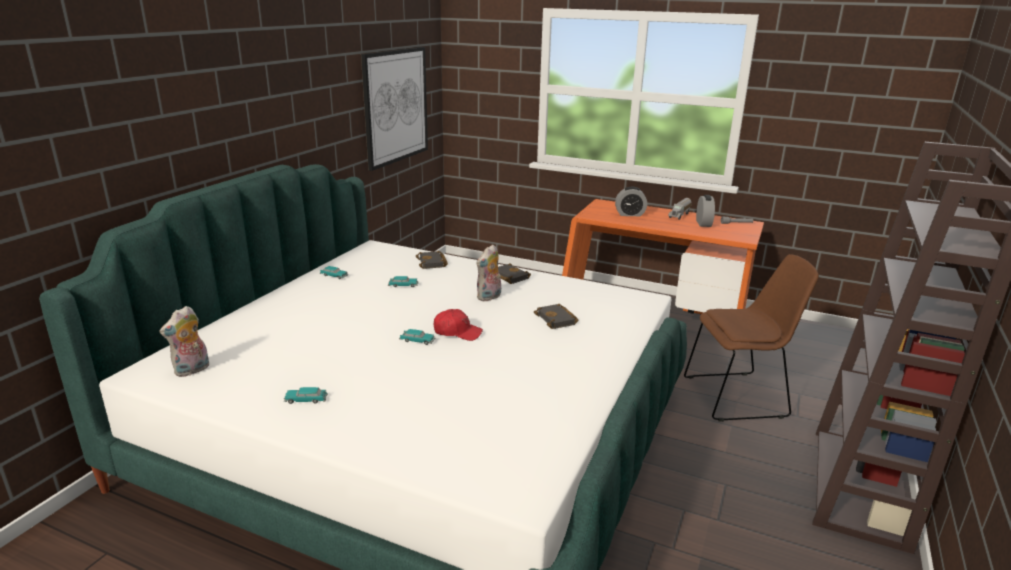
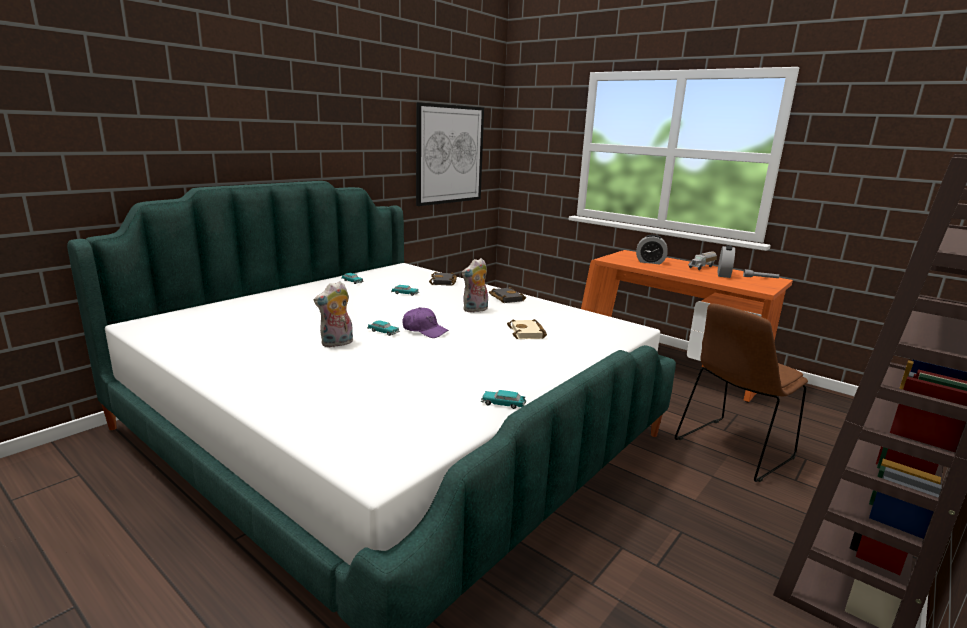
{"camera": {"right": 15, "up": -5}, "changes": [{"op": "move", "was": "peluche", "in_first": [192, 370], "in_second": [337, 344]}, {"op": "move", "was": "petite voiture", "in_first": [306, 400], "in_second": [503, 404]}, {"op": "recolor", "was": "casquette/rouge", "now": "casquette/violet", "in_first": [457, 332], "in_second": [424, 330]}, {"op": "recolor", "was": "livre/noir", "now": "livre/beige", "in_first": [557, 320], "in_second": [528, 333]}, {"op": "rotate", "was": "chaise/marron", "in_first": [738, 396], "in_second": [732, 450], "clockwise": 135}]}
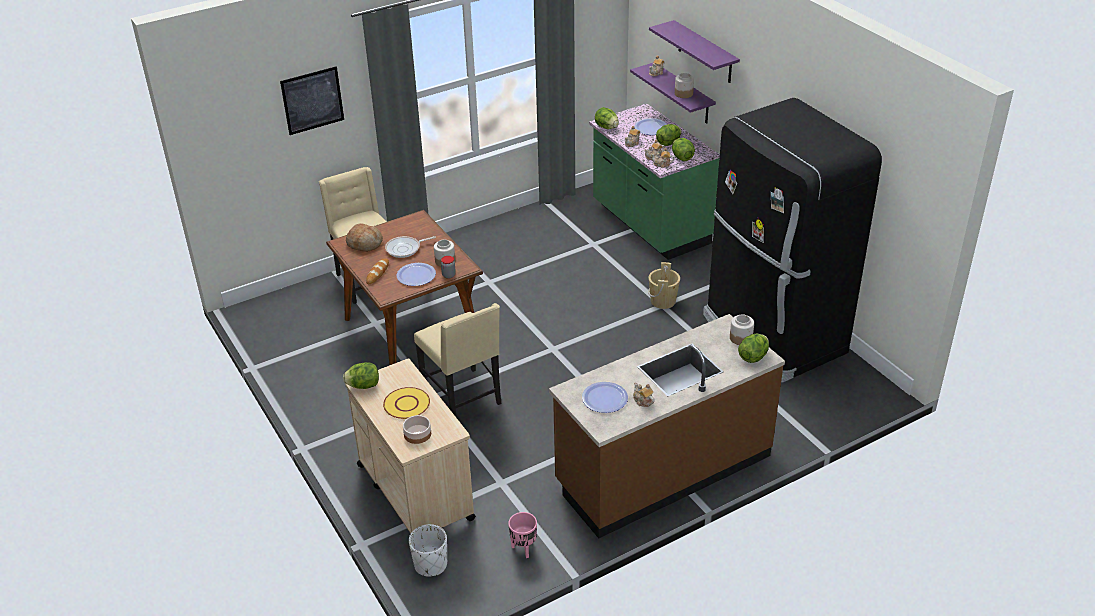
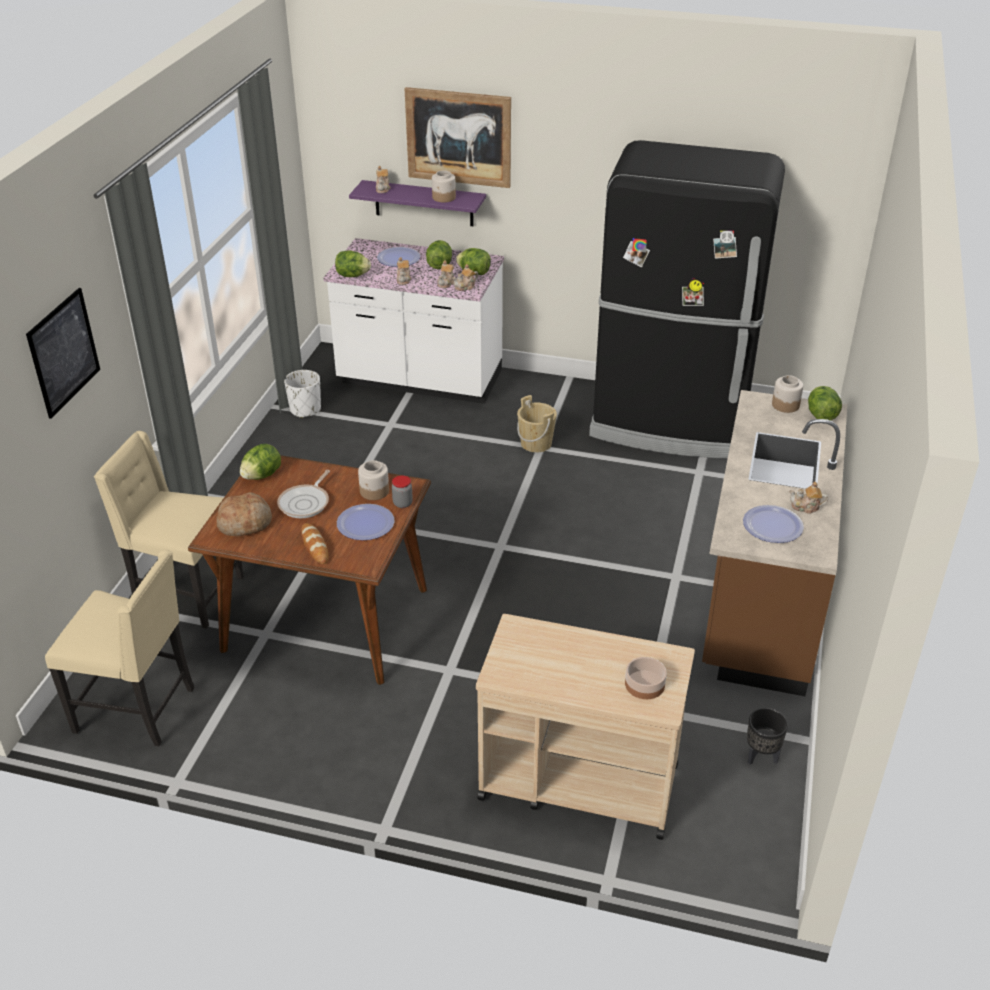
{"camera": {"right": -45, "up": 0}, "changes": [{"op": "move", "was": "laitue", "in_first": [363, 385], "in_second": [262, 475]}, {"op": "delete", "was": "assiette/jaune", "in_first": [407, 404]}, {"op": "move", "was": "cache-pot/blanc", "in_first": [431, 564], "in_second": [305, 409]}, {"op": "move", "was": "chaise/beige", "in_first": [464, 397], "in_second": [138, 709]}, {"op": "recolor", "was": "cache-pot/rose", "now": "cache-pot/noir", "in_first": [524, 549], "in_second": [761, 757]}, {"op": "recolor", "was": "comptoir de cuisine/vert", "now": "comptoir de cuisine/blanc", "in_first": [649, 225], "in_second": [420, 380]}, {"op": "replace", "was": "étagère/violet", "now": "tableau", "in_first": [705, 52], "in_second": [458, 137]}]}
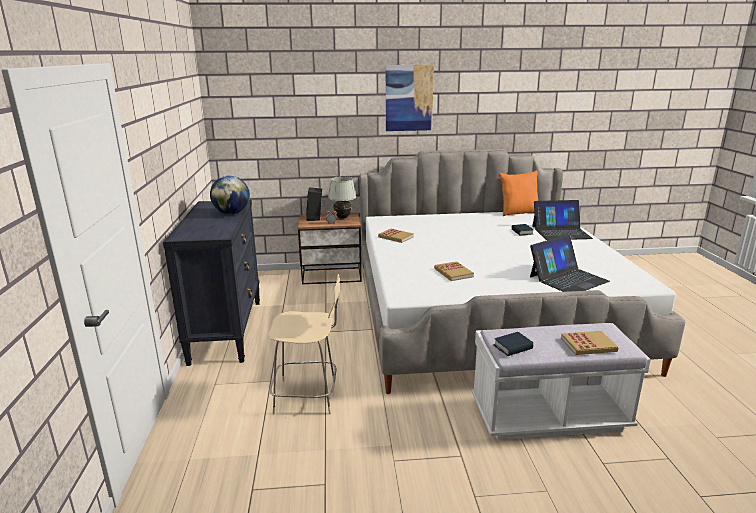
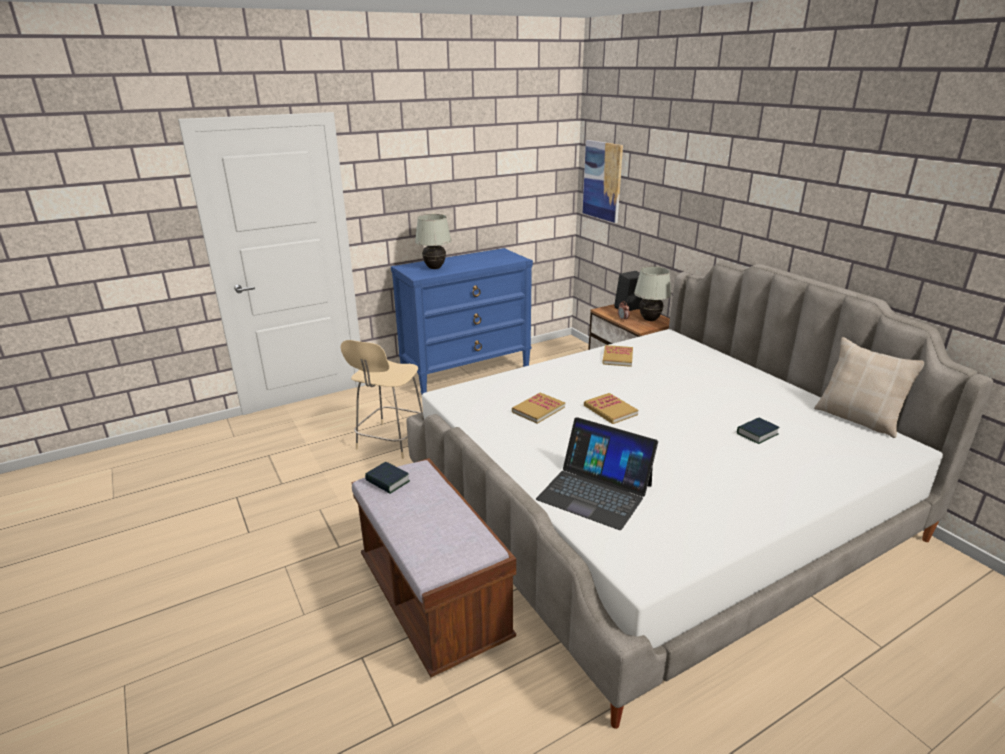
{"camera": {"right": 65, "up": 5}, "changes": [{"op": "recolor", "was": "commode/noir", "now": "commode/bleu", "in_first": [226, 330], "in_second": [467, 373]}, {"op": "delete", "was": "globe", "in_first": [232, 213]}, {"op": "rotate", "was": "chaise/beige", "in_first": [308, 396], "in_second": [390, 442], "clockwise": 45}, {"op": "move", "was": "tableau", "in_first": [409, 98], "in_second": [602, 181]}, {"op": "recolor", "was": "banc/blanc", "now": "banc/marron", "in_first": [549, 416], "in_second": [433, 601]}, {"op": "recolor", "was": "coussin/orange", "now": "coussin/beige", "in_first": [518, 212], "in_second": [858, 419]}, {"op": "delete", "was": "ordinateur portable", "in_first": [561, 232]}, {"op": "move", "was": "livre", "in_first": [588, 345], "in_second": [610, 410]}, {"op": "insert", "now": "lampe de table/blanc", "in_second": [434, 268]}]}
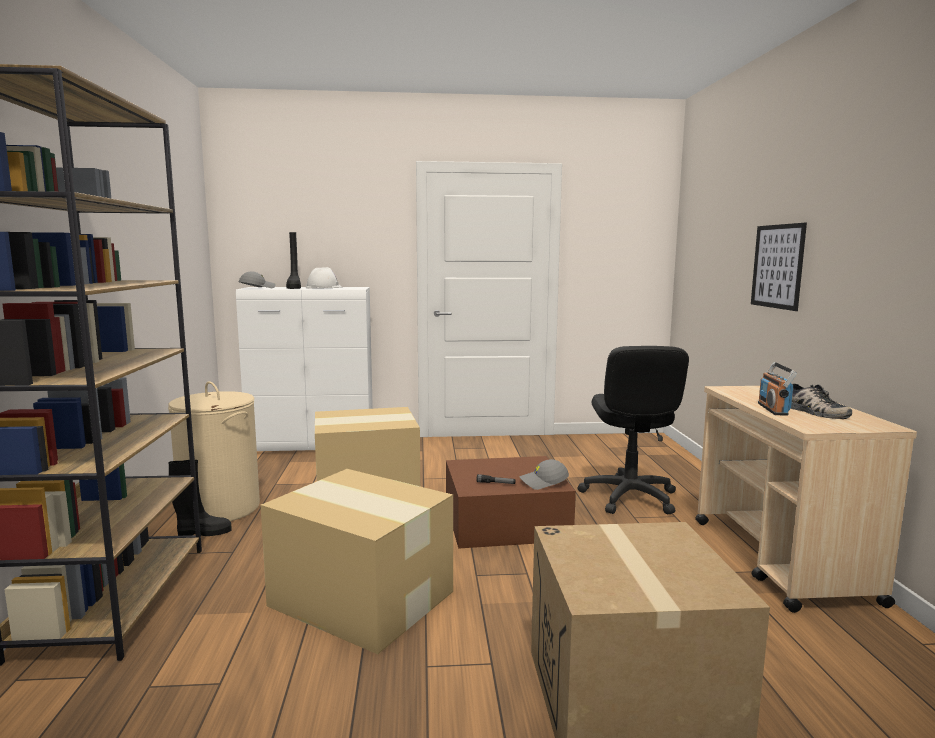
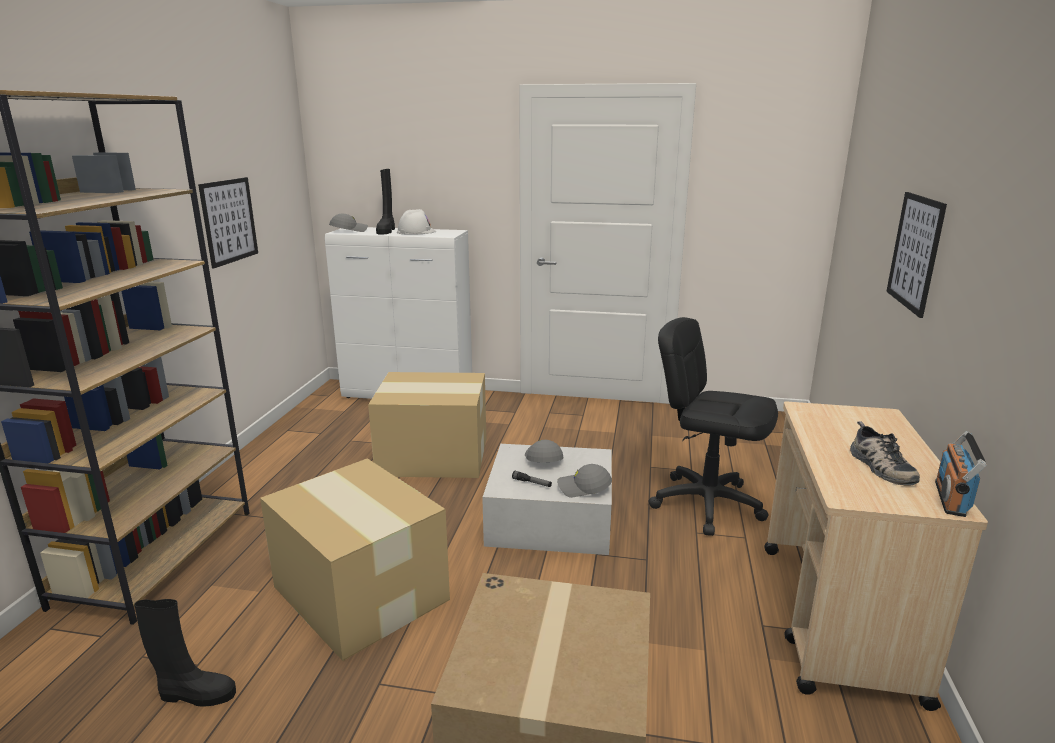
{"camera": {"right": 15, "up": 10}, "changes": [{"op": "delete", "was": "panier à linge/beige", "in_first": [220, 508]}, {"op": "move", "was": "botte/noir", "in_first": [203, 532], "in_second": [195, 694]}, {"op": "recolor", "was": "boîte de rangement/marron", "now": "boîte de rangement/blanc", "in_first": [505, 521], "in_second": [550, 518]}, {"op": "rotate", "was": "chaise de bureau/noir", "in_first": [629, 497], "in_second": [706, 503], "clockwise": 105}, {"op": "move", "was": "radio", "in_first": [773, 409], "in_second": [951, 498]}, {"op": "insert", "now": "tableau", "in_second": [229, 221]}, {"op": "insert", "now": "casquette/gris", "in_second": [543, 458]}]}
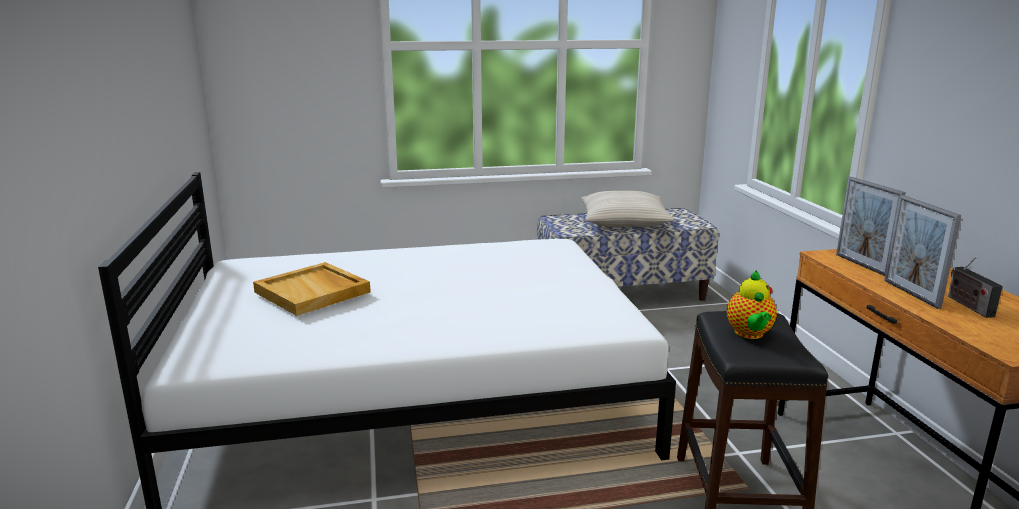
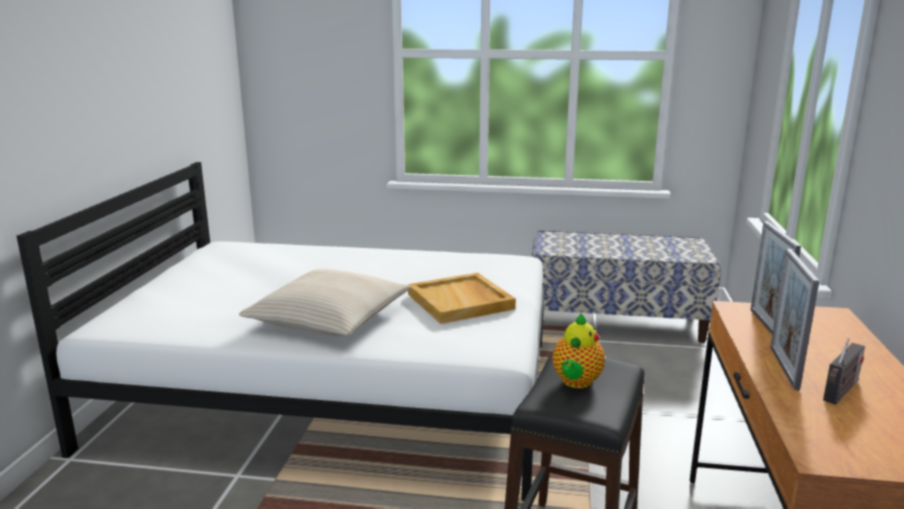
{"camera": {"right": 20, "up": 0}, "changes": [{"op": "move", "was": "plateau/beige", "in_first": [313, 292], "in_second": [461, 301]}, {"op": "move", "was": "coussin/beige", "in_first": [624, 221], "in_second": [329, 318]}, {"op": "rotate", "was": "radio", "in_first": [967, 305], "in_second": [840, 392], "clockwise": -150}]}
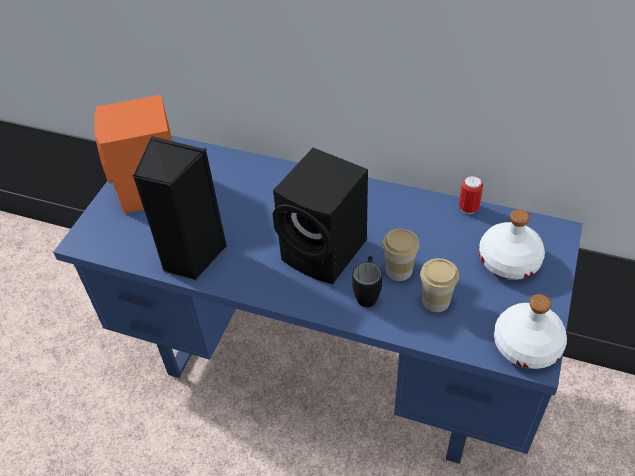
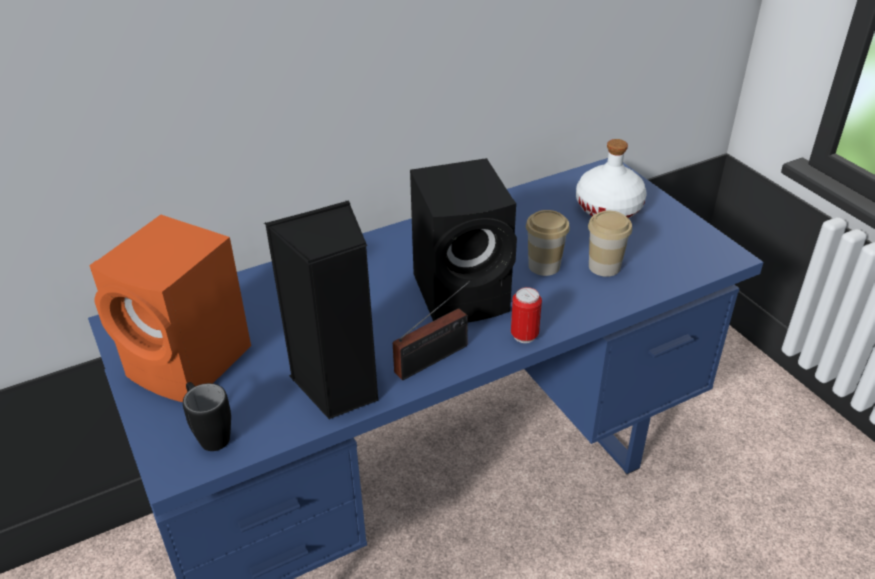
{"camera": {"right": -50, "up": -10}, "changes": [{"op": "move", "was": "mug/noir", "in_first": [367, 293], "in_second": [210, 434]}, {"op": "move", "was": "boîte métallique", "in_first": [468, 208], "in_second": [524, 335]}, {"op": "delete", "was": "bouteille/blanc", "in_first": [527, 346]}, {"op": "insert", "now": "radio", "in_second": [436, 358]}]}
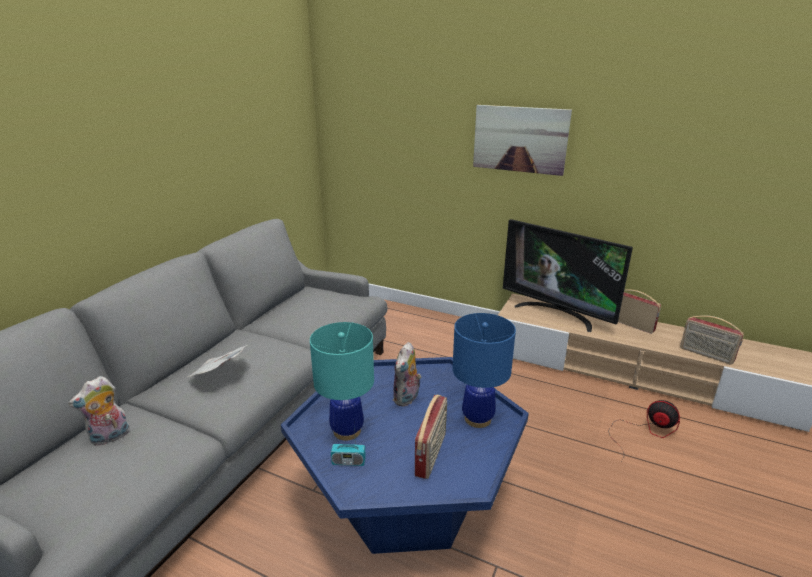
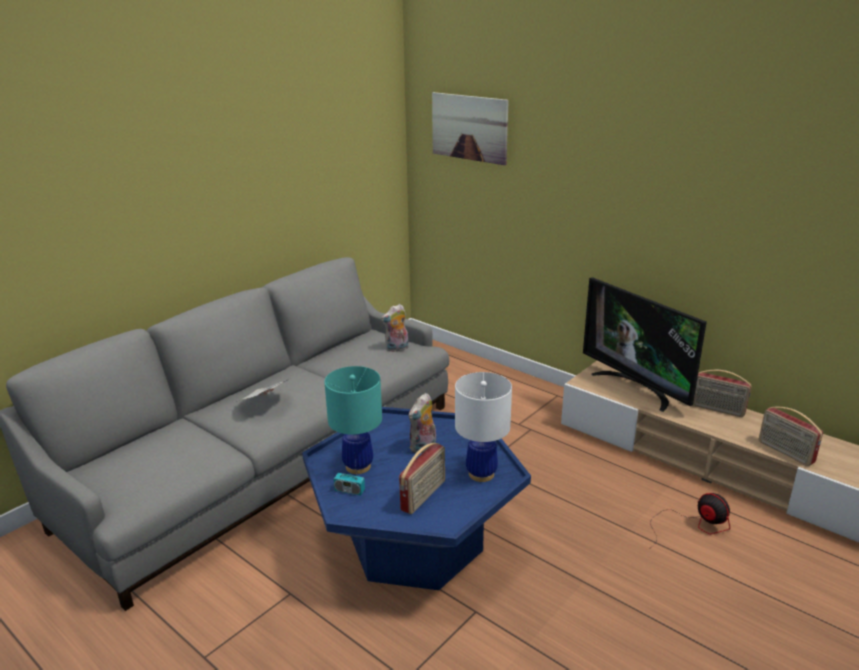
{"camera": {"right": 15, "up": 0}, "changes": [{"op": "move", "was": "peluche", "in_first": [110, 438], "in_second": [397, 349]}, {"op": "recolor", "was": "lampe de table/bleu", "now": "lampe de table/blanc", "in_first": [477, 419], "in_second": [481, 474]}, {"op": "move", "was": "tableau", "in_first": [520, 139], "in_second": [469, 127]}, {"op": "rotate", "was": "radio", "in_first": [631, 324], "in_second": [717, 409], "clockwise": 150}]}
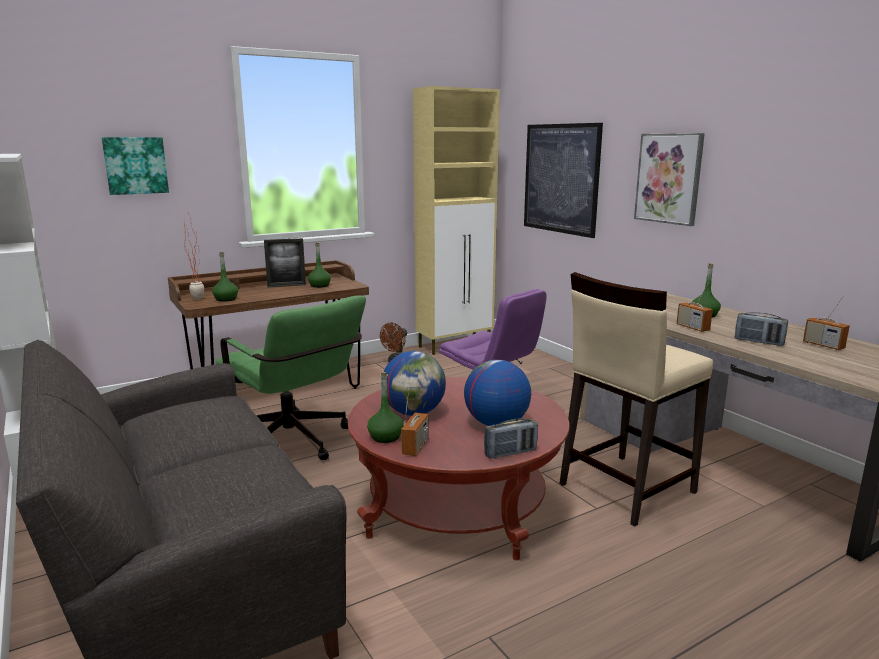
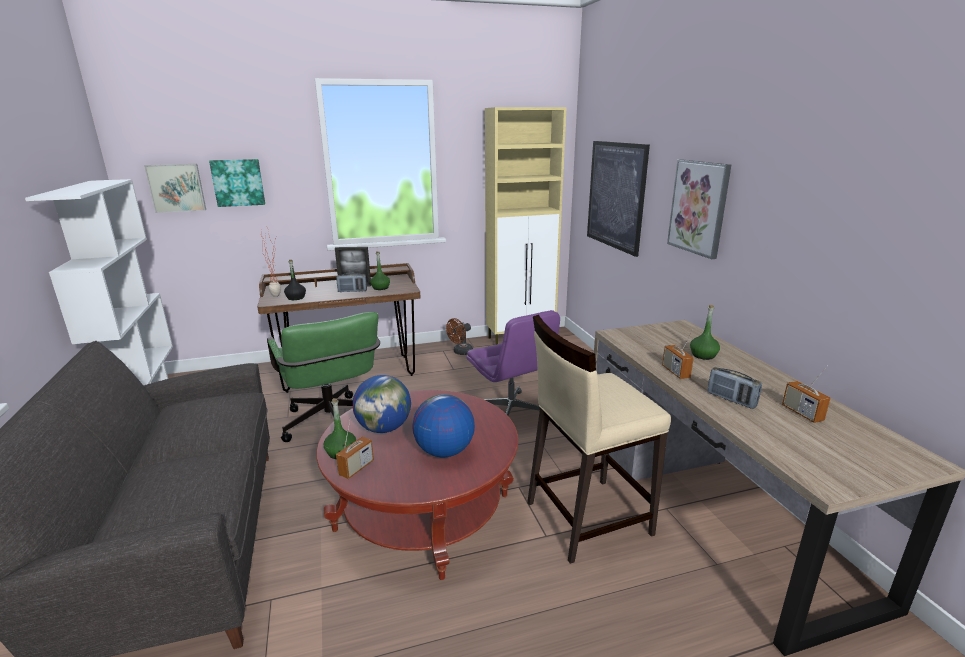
{"camera": {"right": 15, "up": 5}, "changes": [{"op": "recolor", "was": "bouteille/vert", "now": "bouteille/noir", "in_first": [226, 299], "in_second": [296, 298]}, {"op": "move", "was": "radio", "in_first": [510, 453], "in_second": [352, 291]}, {"op": "insert", "now": "tableau", "in_second": [176, 187]}]}
